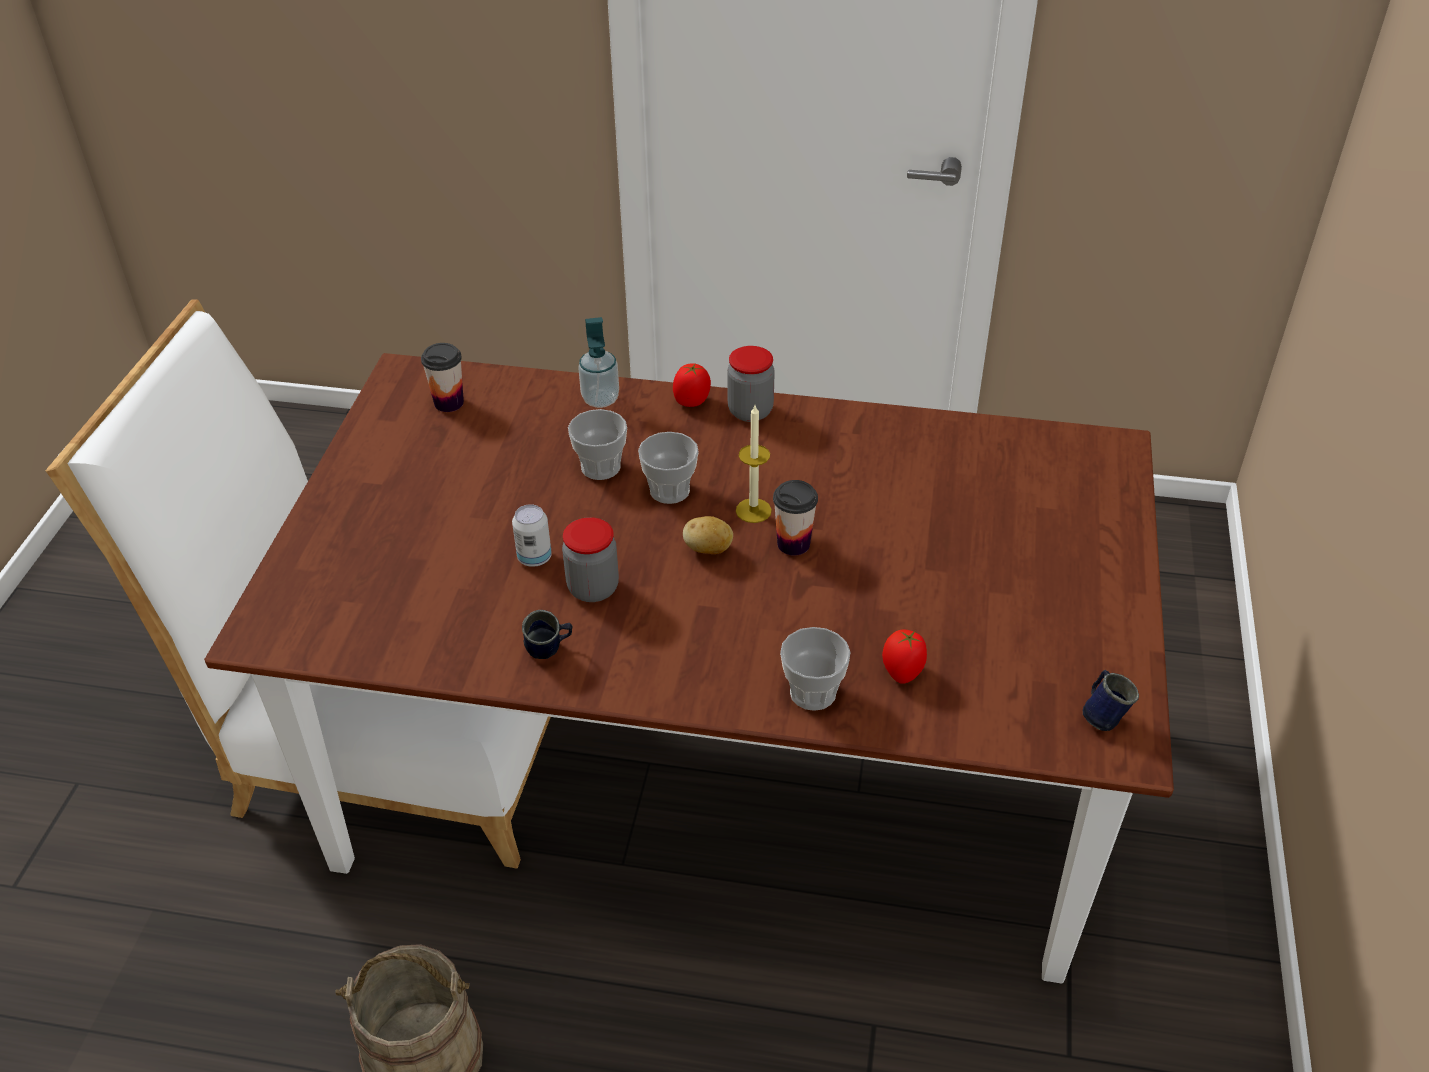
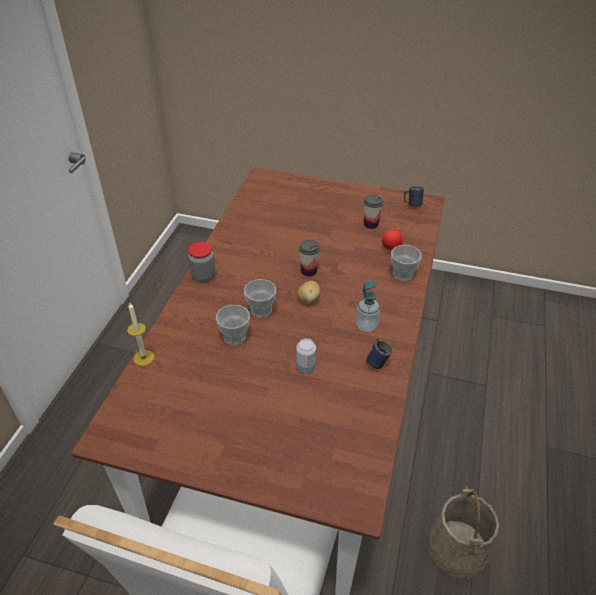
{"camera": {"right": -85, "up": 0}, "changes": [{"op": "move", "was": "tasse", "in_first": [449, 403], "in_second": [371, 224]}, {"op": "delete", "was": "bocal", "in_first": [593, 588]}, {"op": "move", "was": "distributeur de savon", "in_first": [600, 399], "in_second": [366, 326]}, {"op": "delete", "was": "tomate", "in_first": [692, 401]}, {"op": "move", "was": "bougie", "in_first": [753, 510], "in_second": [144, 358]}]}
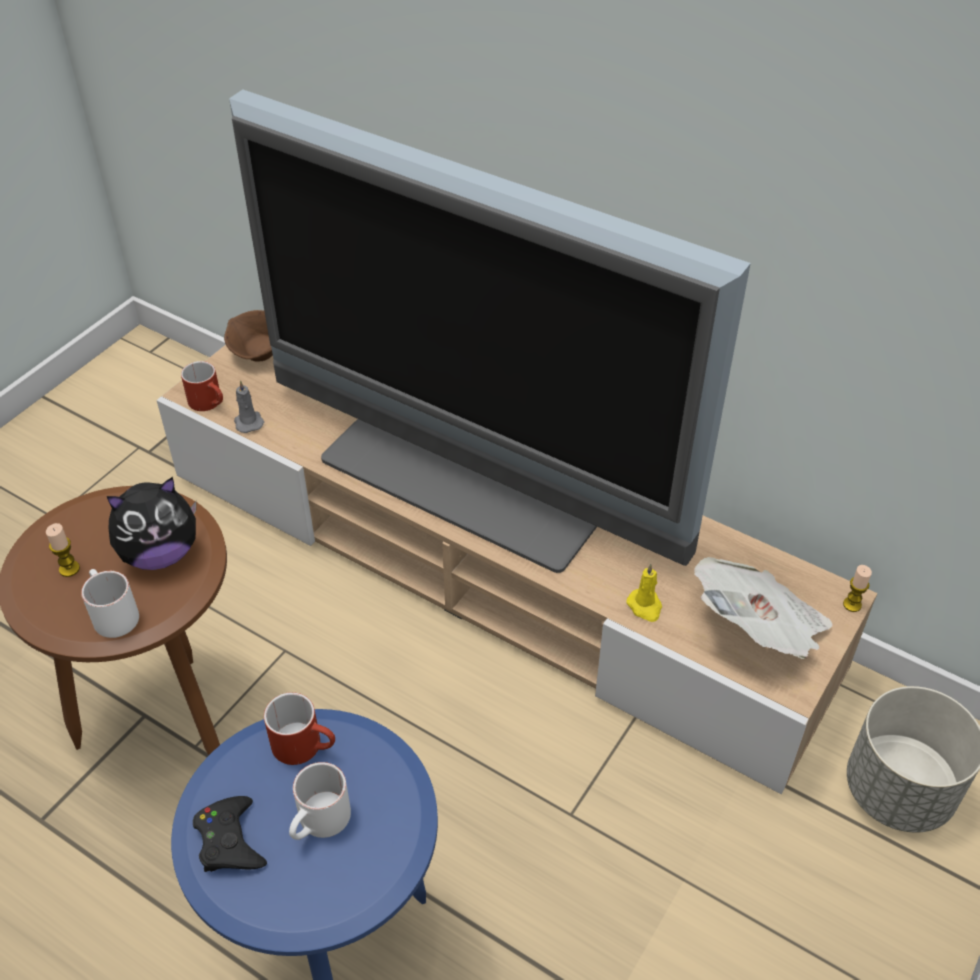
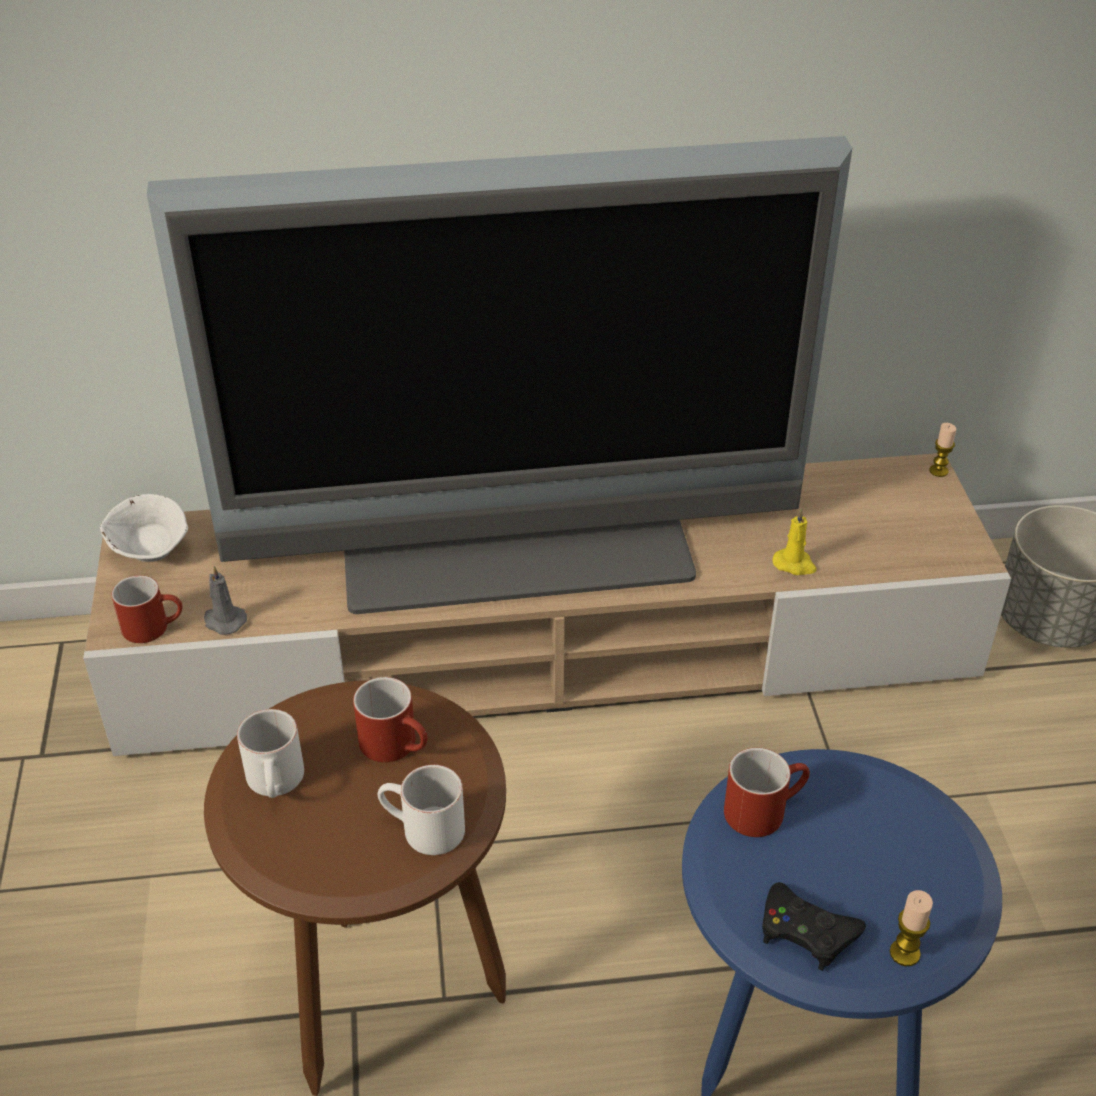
{"camera": {"right": -40, "up": -5}, "changes": [{"op": "move", "was": "bougie", "in_first": [69, 569], "in_second": [904, 953]}, {"op": "replace", "was": "peluche", "now": "mug/rouge", "in_first": [160, 554], "in_second": [397, 745]}, {"op": "recolor", "was": "bol/marron", "now": "bol/blanc", "in_first": [258, 355], "in_second": [152, 553]}, {"op": "move", "was": "mug/blanc", "in_first": [320, 824], "in_second": [277, 783]}, {"op": "delete", "was": "journal", "in_first": [759, 630]}]}
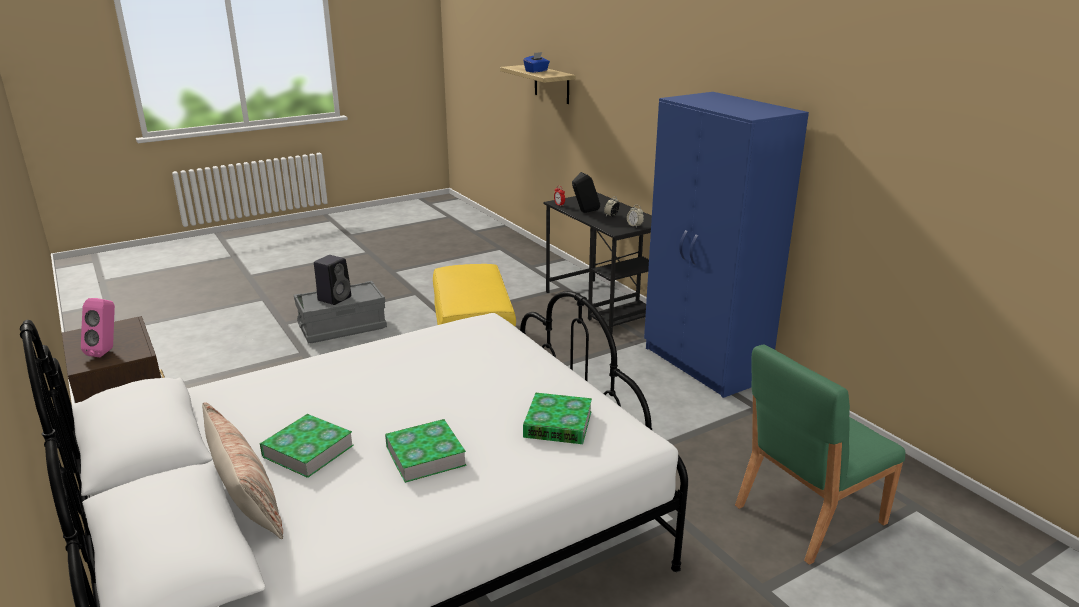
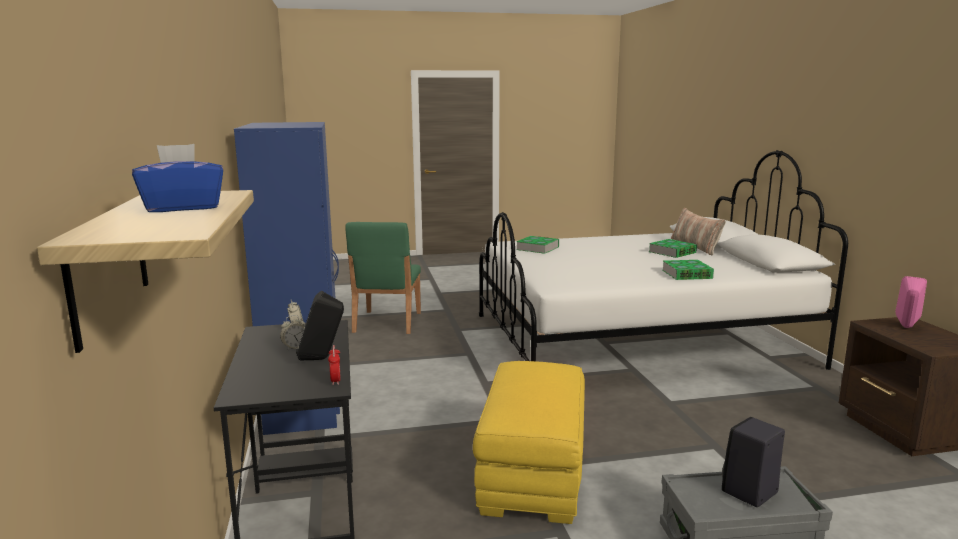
{"camera": {"right": -160, "up": -10}, "changes": [{"op": "move", "was": "livre", "in_first": [425, 456], "in_second": [687, 274]}, {"op": "rotate", "was": "chaise/vert", "in_first": [807, 514], "in_second": [387, 322], "clockwise": 105}]}
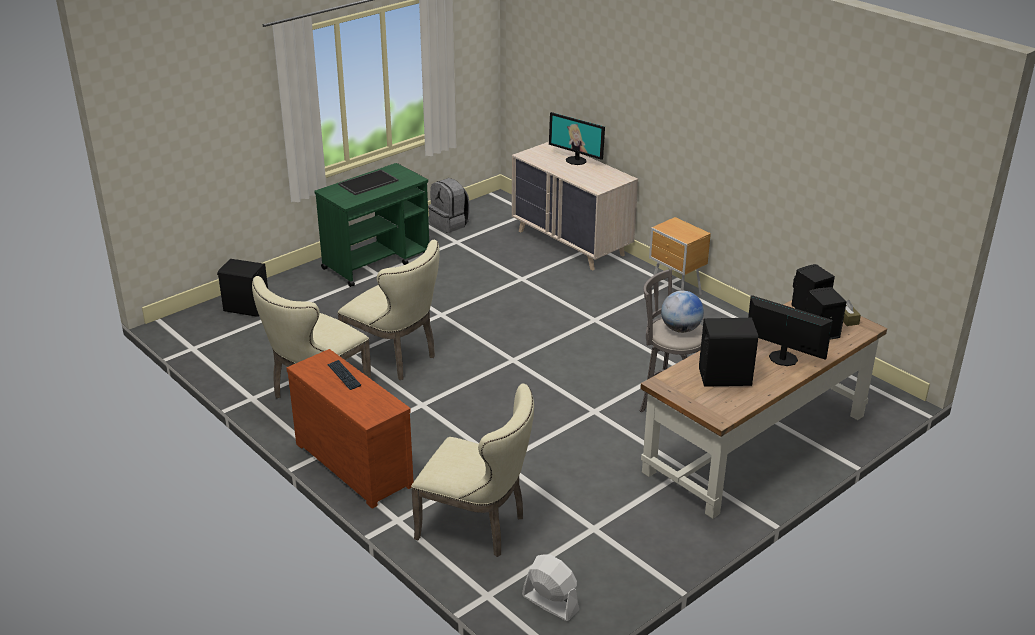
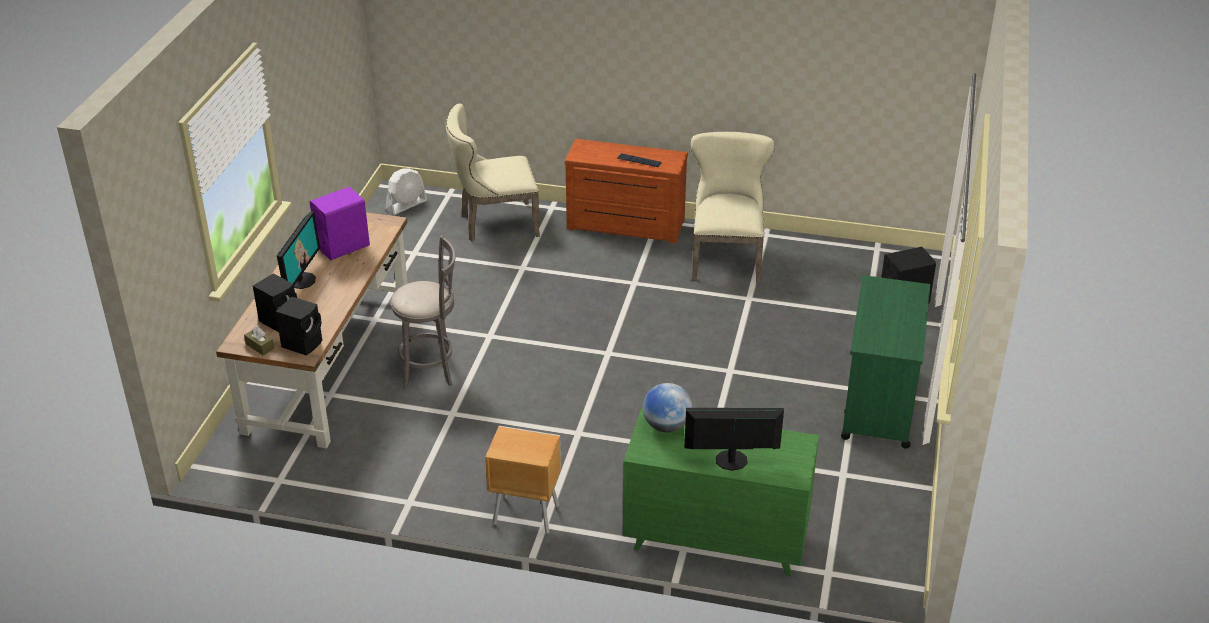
{"camera": {"right": 145, "up": 5}, "changes": [{"op": "delete", "was": "chaise/beige", "in_first": [395, 358]}, {"op": "delete", "was": "plateau", "in_first": [368, 183]}, {"op": "delete", "was": "sac à dos/gris", "in_first": [450, 224]}, {"op": "recolor", "was": "commode/beige", "now": "commode/vert", "in_first": [571, 243], "in_second": [715, 539]}, {"op": "rotate", "was": "ventilateur/blanc", "in_first": [550, 603], "in_second": [406, 205], "clockwise": -45}, {"op": "move", "was": "globe", "in_first": [680, 329], "in_second": [666, 426]}, {"op": "recolor", "was": "enceinte/noir", "now": "enceinte/violet", "in_first": [724, 377], "in_second": [343, 246]}, {"op": "rotate", "was": "écran d'ordinateur", "in_first": [782, 358], "in_second": [302, 280], "clockwise": -75}]}
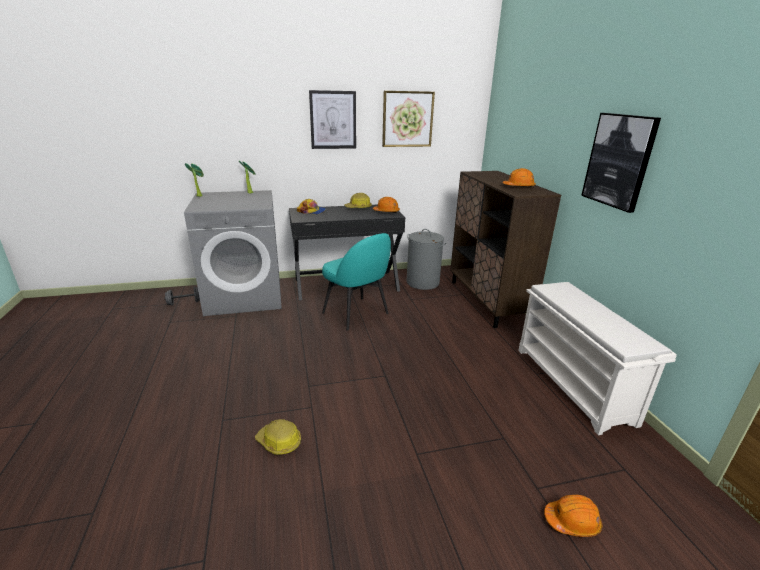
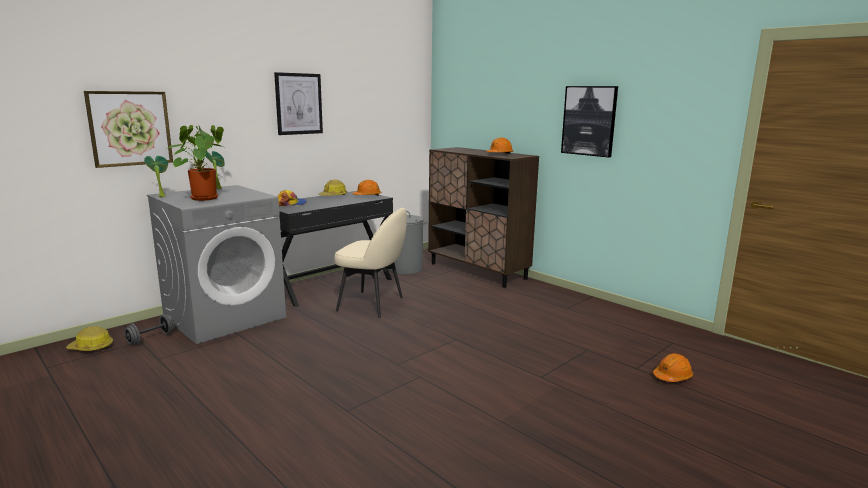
{"camera": {"right": -30, "up": -10}, "changes": [{"op": "move", "was": "casque de chantier", "in_first": [279, 442], "in_second": [91, 347]}, {"op": "recolor", "was": "chaise/turquoise", "now": "chaise/beige", "in_first": [356, 314], "in_second": [372, 304]}, {"op": "move", "was": "tableau", "in_first": [407, 119], "in_second": [130, 128]}, {"op": "delete", "was": "étagère à chaussures/blanc", "in_first": [574, 384]}, {"op": "insert", "now": "plante en pot", "in_second": [203, 198]}]}
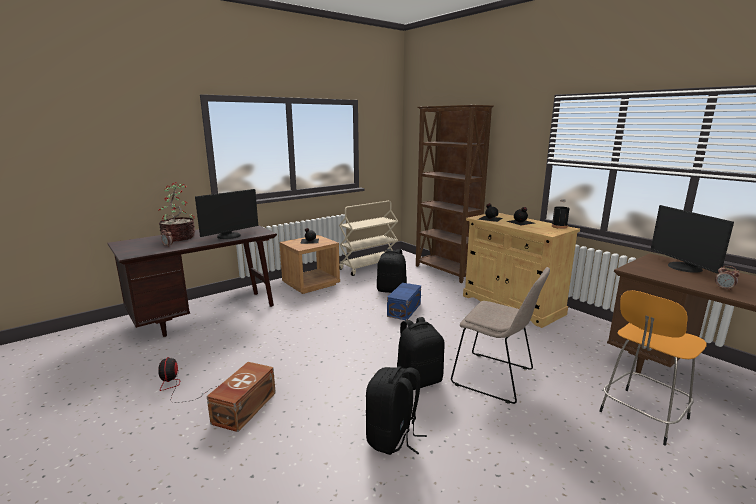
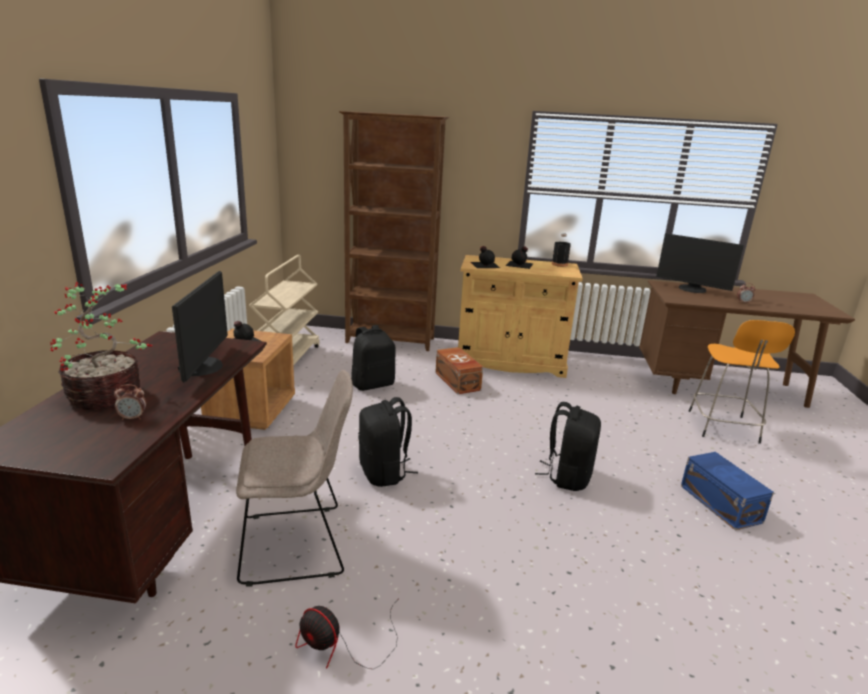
{"camera": {"right": -45, "up": 5}, "changes": [{"op": "move", "was": "boîte de rangement/marron", "in_first": [243, 408], "in_second": [457, 381]}, {"op": "move", "was": "sac à dos/noir", "in_first": [392, 438], "in_second": [384, 473]}, {"op": "move", "was": "boîte de rangement/bleu", "in_first": [405, 310], "in_second": [720, 503]}, {"op": "move", "was": "chaise/beige", "in_first": [496, 378], "in_second": [298, 544]}]}
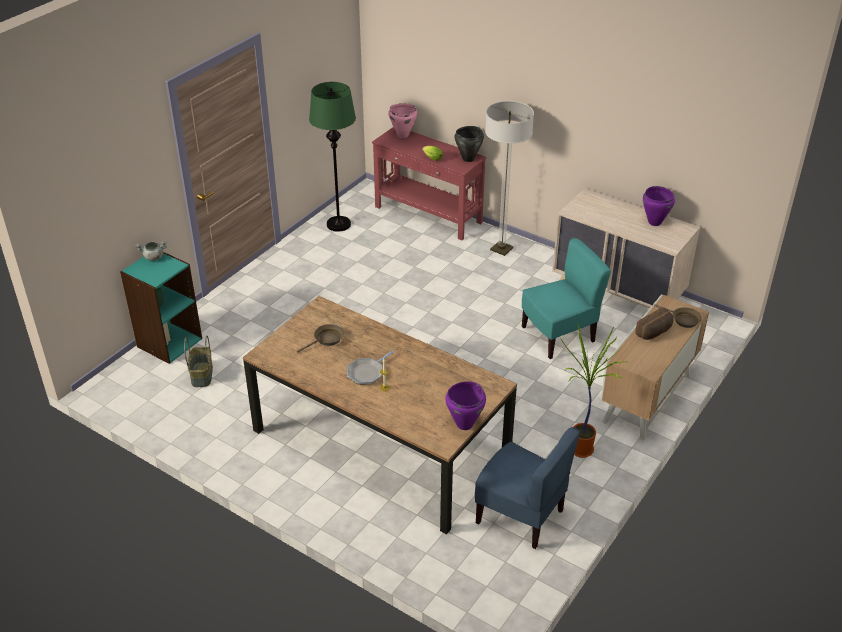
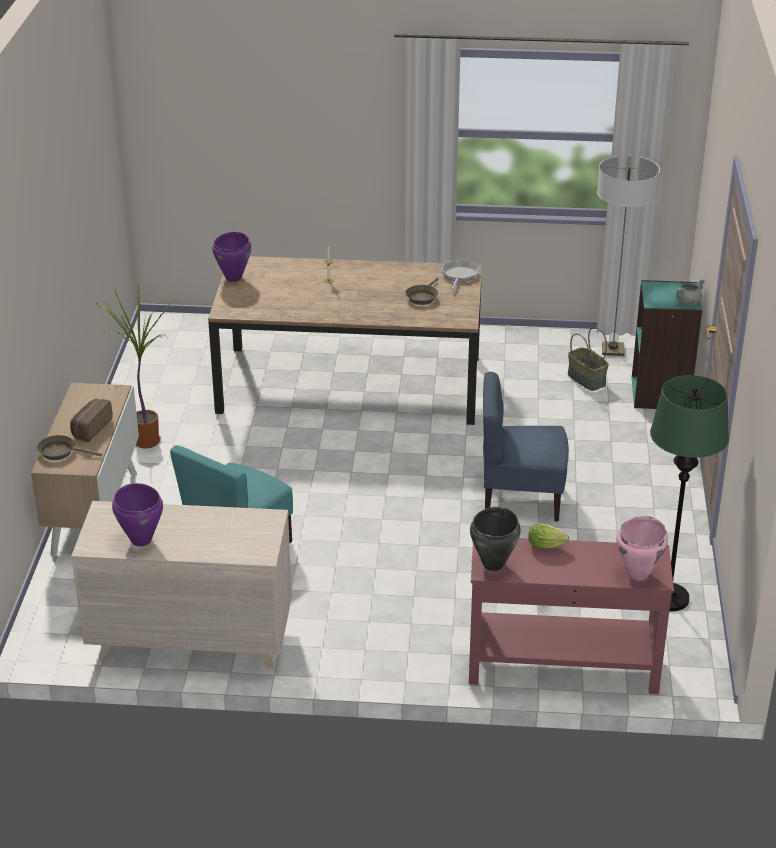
{"camera": {"right": 150, "up": -5}, "changes": [{"op": "move", "was": "poêle", "in_first": [367, 373], "in_second": [459, 275]}, {"op": "move", "was": "chaise/bleu", "in_first": [520, 516], "in_second": [520, 498]}, {"op": "move", "was": "lampadaire", "in_first": [501, 249], "in_second": [612, 350]}]}
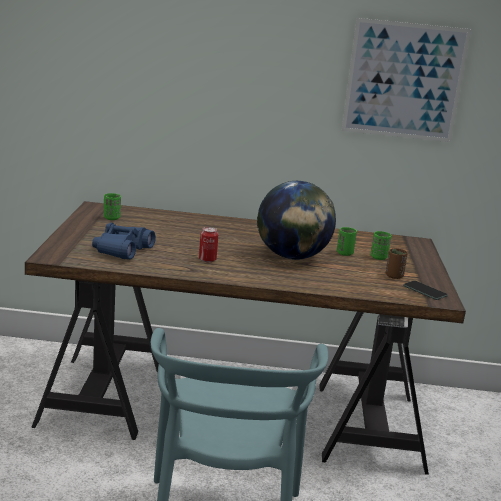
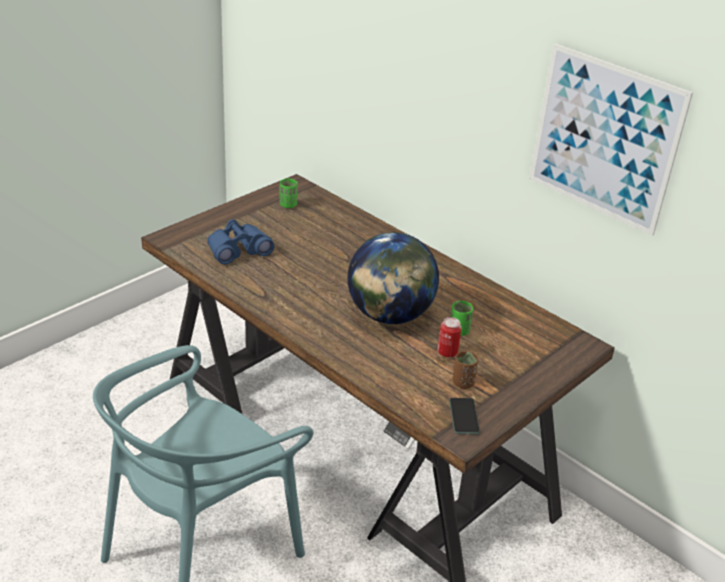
{"camera": {"right": 40, "up": 15}, "changes": [{"op": "move", "was": "boîte métallique", "in_first": [207, 260], "in_second": [447, 352]}, {"op": "delete", "was": "tasse/vert", "in_first": [378, 257]}]}
